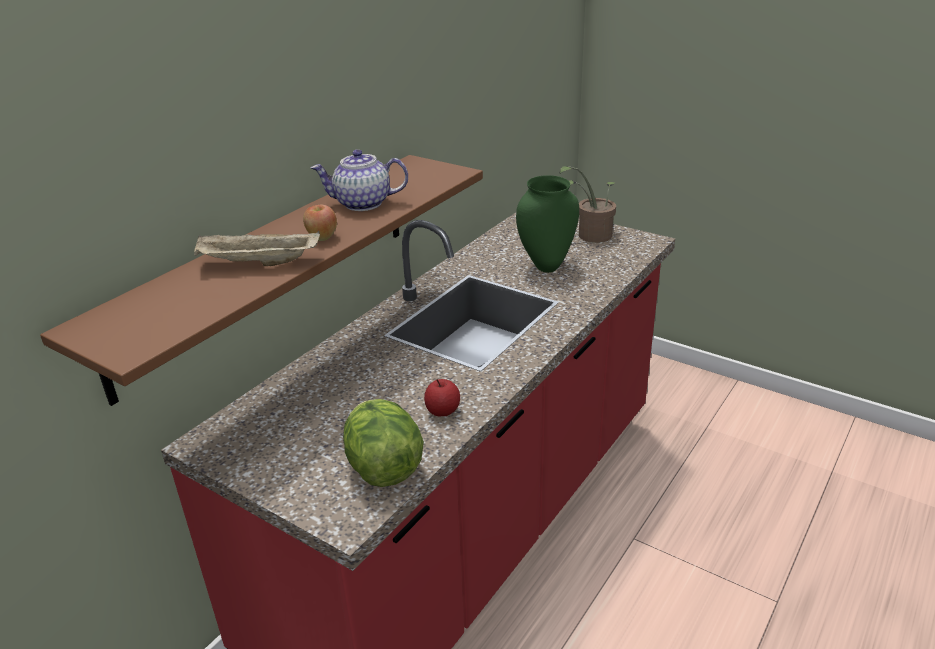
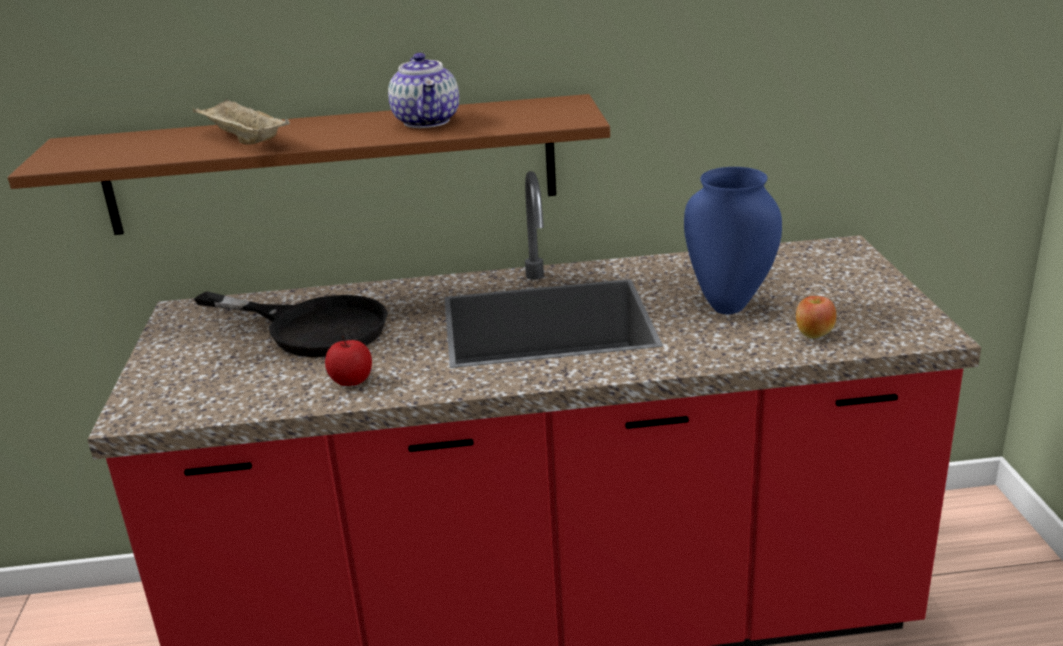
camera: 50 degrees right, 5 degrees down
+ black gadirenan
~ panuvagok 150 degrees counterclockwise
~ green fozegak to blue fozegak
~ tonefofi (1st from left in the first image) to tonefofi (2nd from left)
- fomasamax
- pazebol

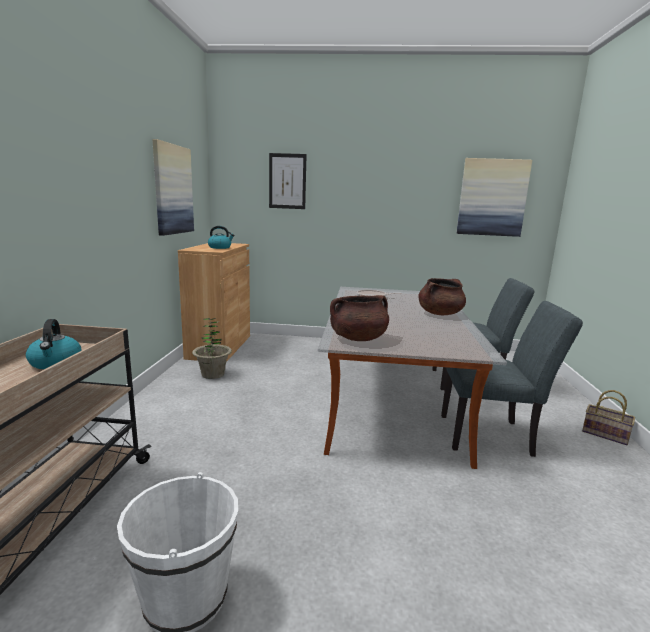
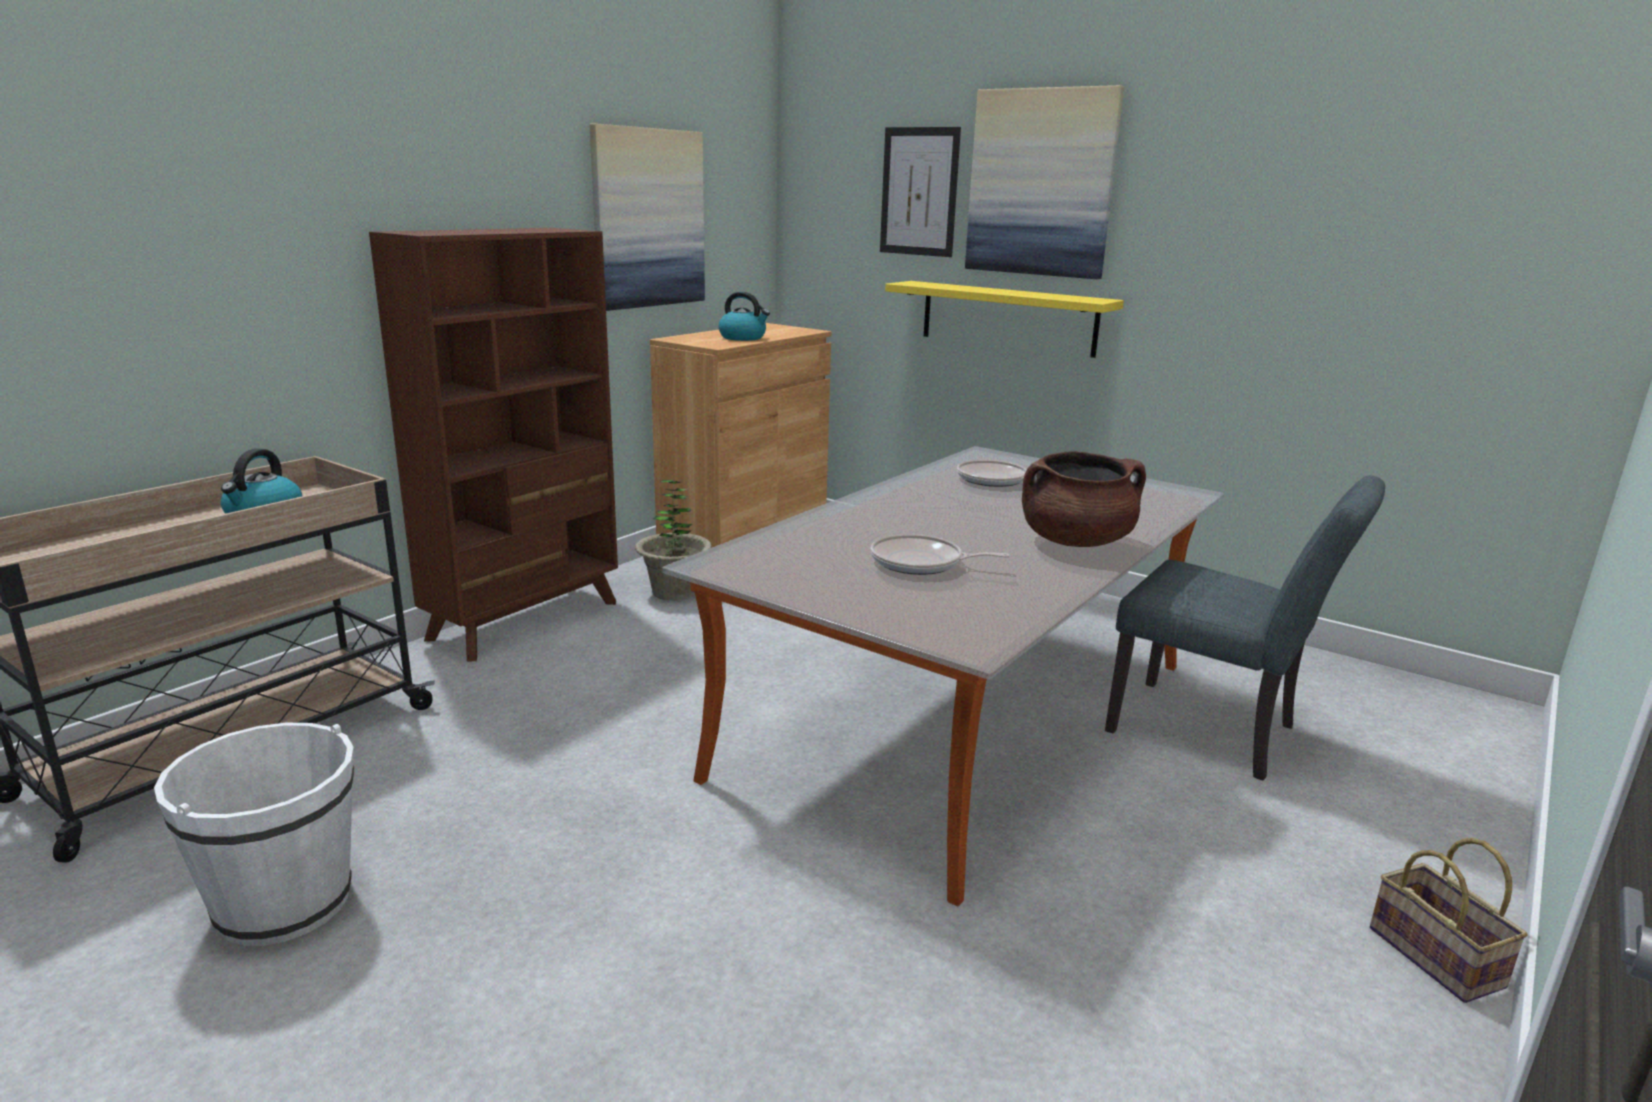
camera: 30 degrees right, 5 degrees up
+ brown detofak
+ gadirenan (1st from left)
+ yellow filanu
~ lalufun (3rd from left)
- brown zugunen (1st from left)
- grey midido (2nd from left)

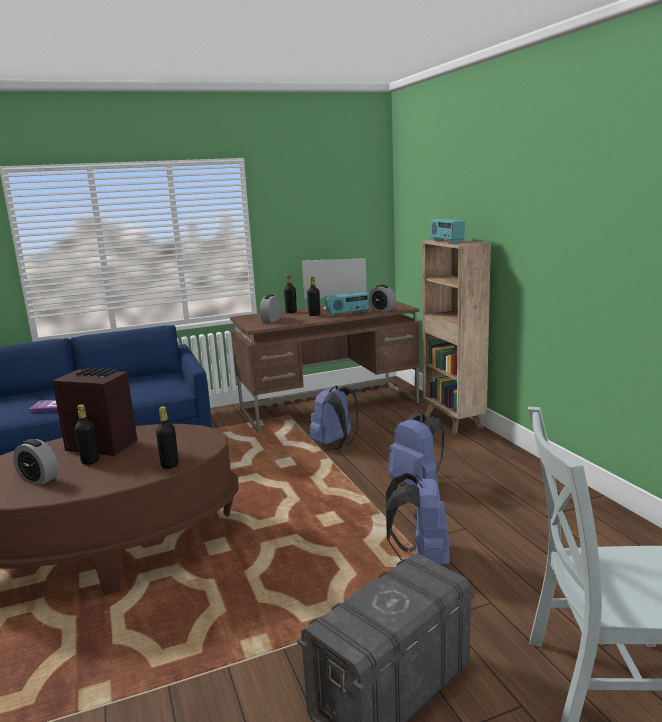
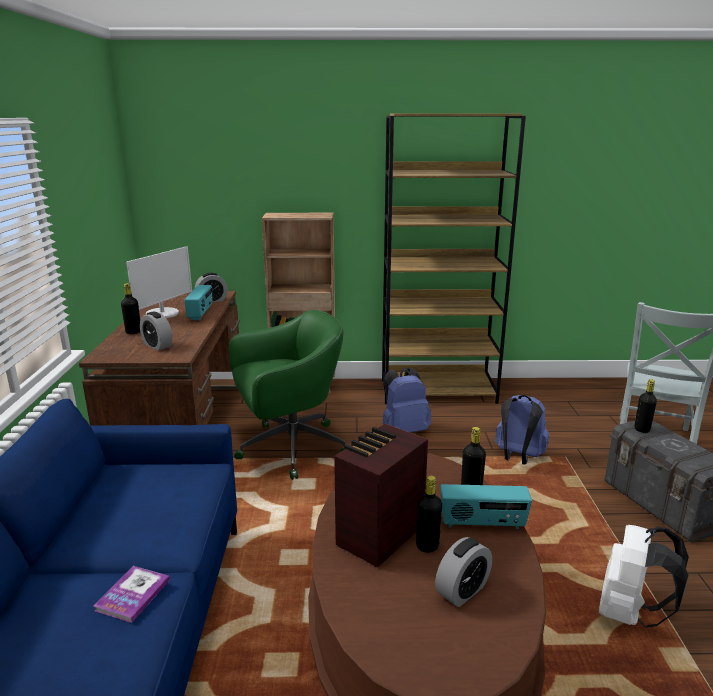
camera: 70 degrees left, 5 degrees up
~ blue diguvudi (1st from left) to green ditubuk
+ brown detofak (2nd from left)
~ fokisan (3rd from left)
+ white diguvudi
~ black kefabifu (4th from left)

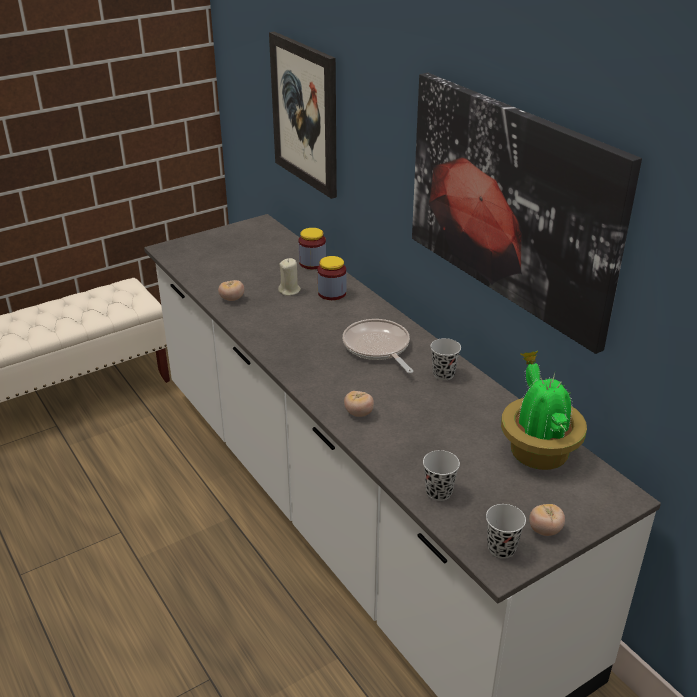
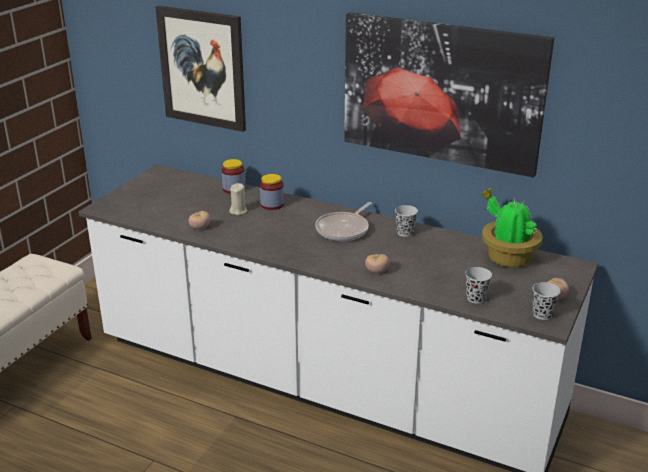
camera: 30 degrees left, 5 degrees down
~ gadirenan 90 degrees counterclockwise

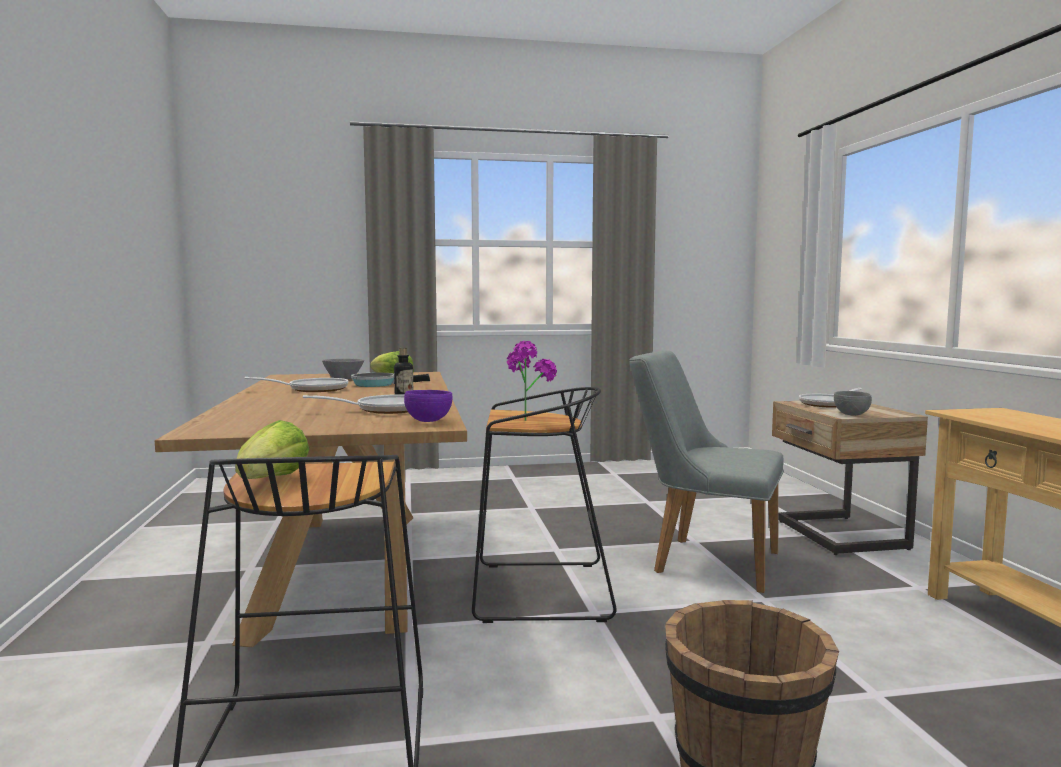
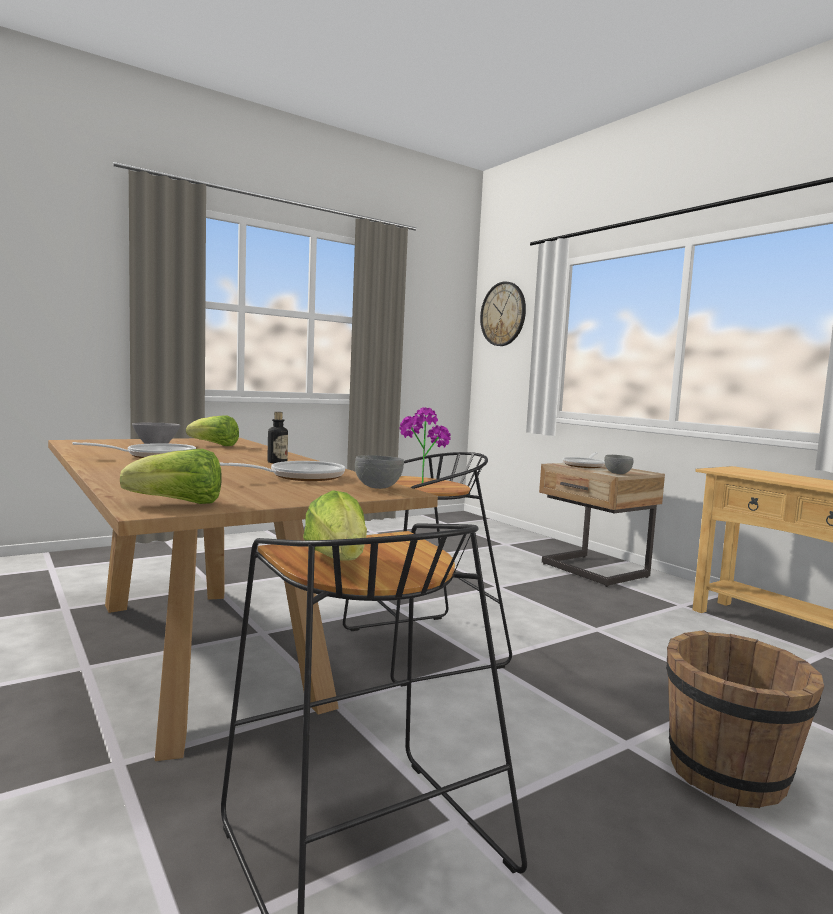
camera: 25 degrees left, 0 degrees up
+ fomasamax (1st from left)
~ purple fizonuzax to grey fizonuzax (2nd from left)
+ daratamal
- gadirenan (3rd from left)
- grey midido

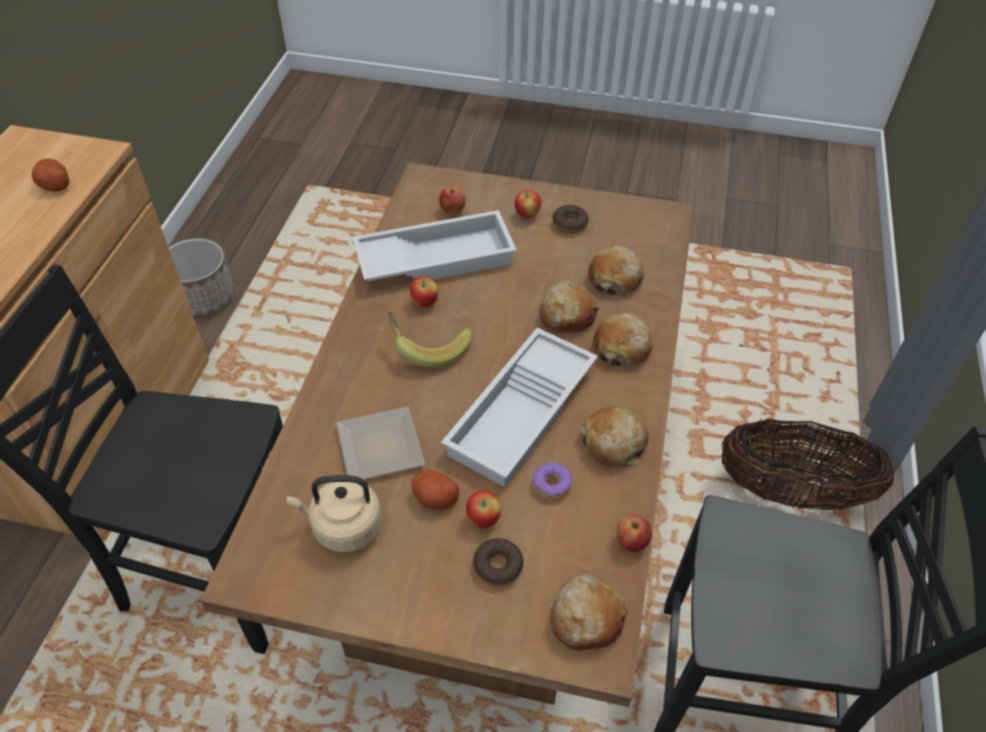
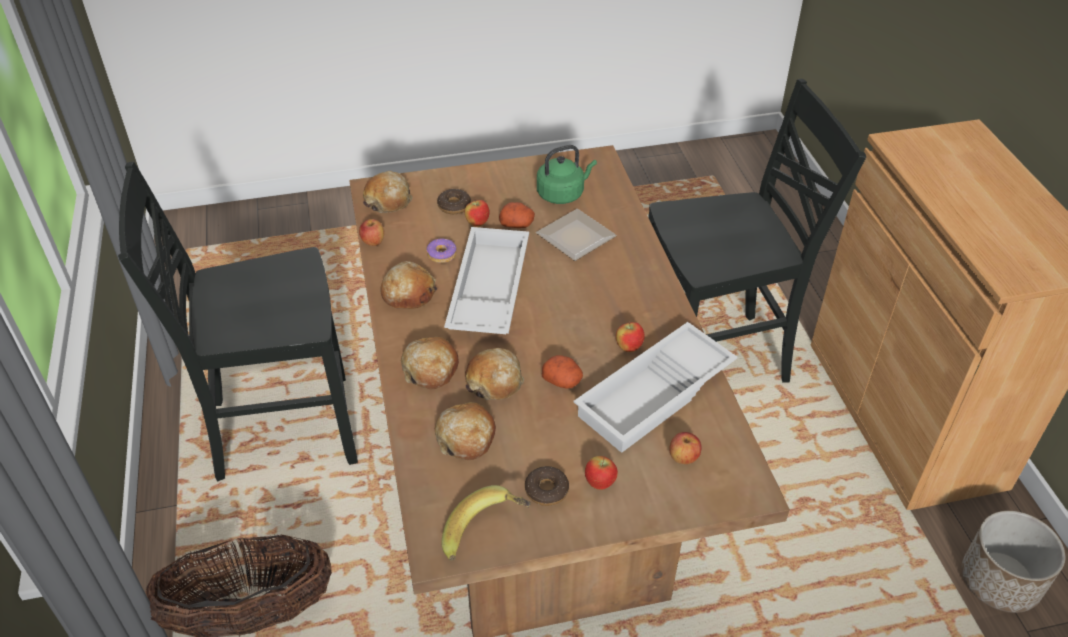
camera: 155 degrees right, 5 degrees down
~ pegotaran
~ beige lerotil to green lerotil
~ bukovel (1st from left in the first image) to bukovel (2nd from left)

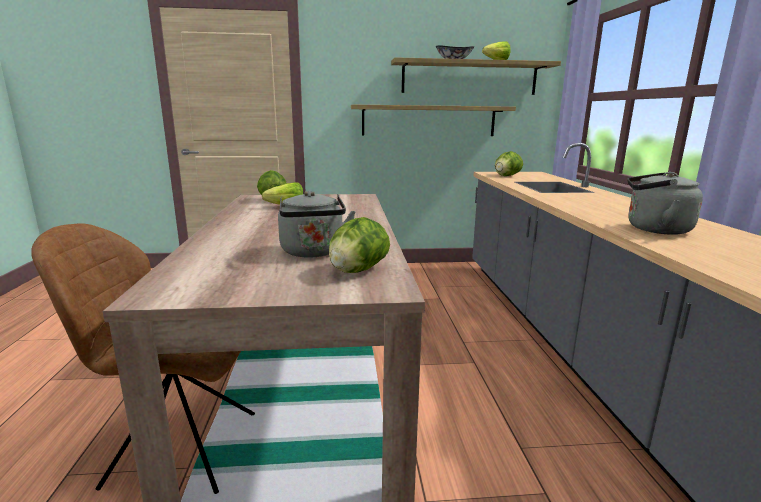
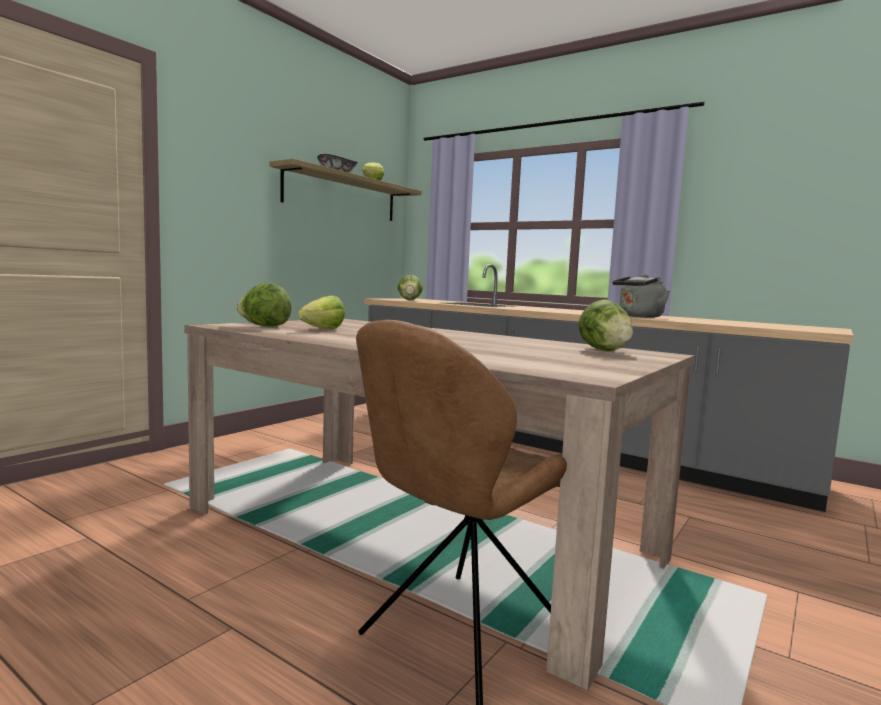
camera: 50 degrees left, 10 degrees down
- grey lerotil (1st from left)
- filanu (1st from left)

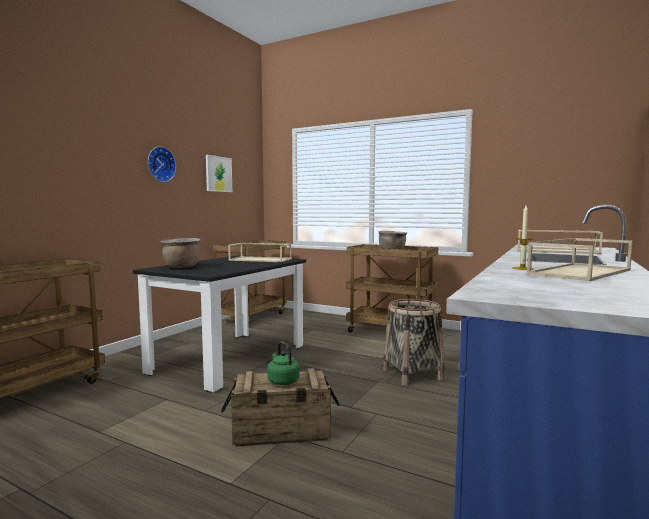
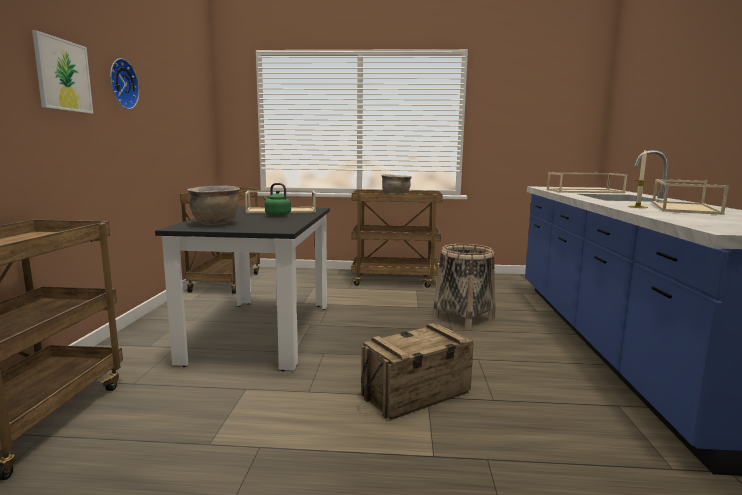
camera: 25 degrees left, 5 degrees up
~ lalufun
~ green lerotil

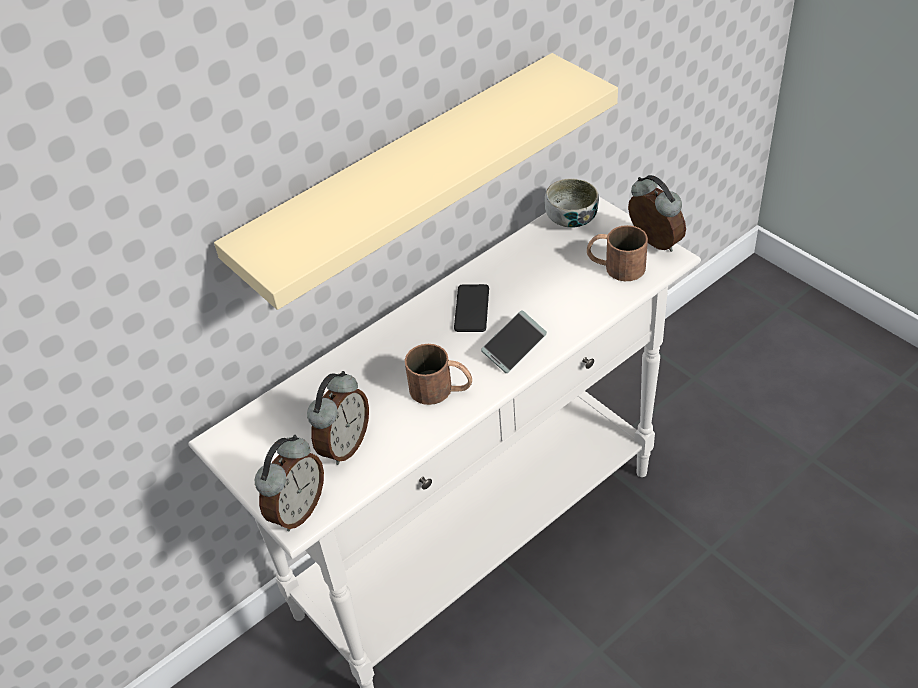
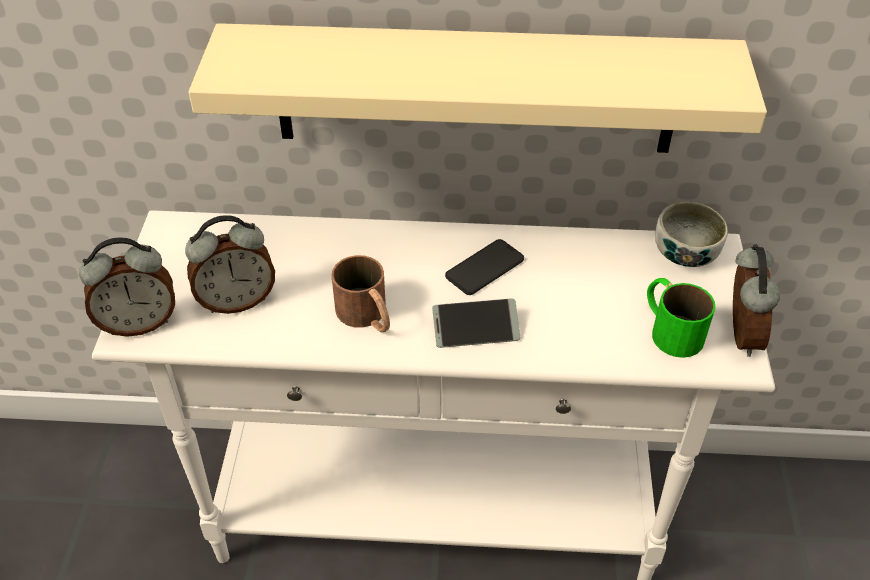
camera: 40 degrees right, 0 degrees up
~ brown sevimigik (2nd from left) to green sevimigik

